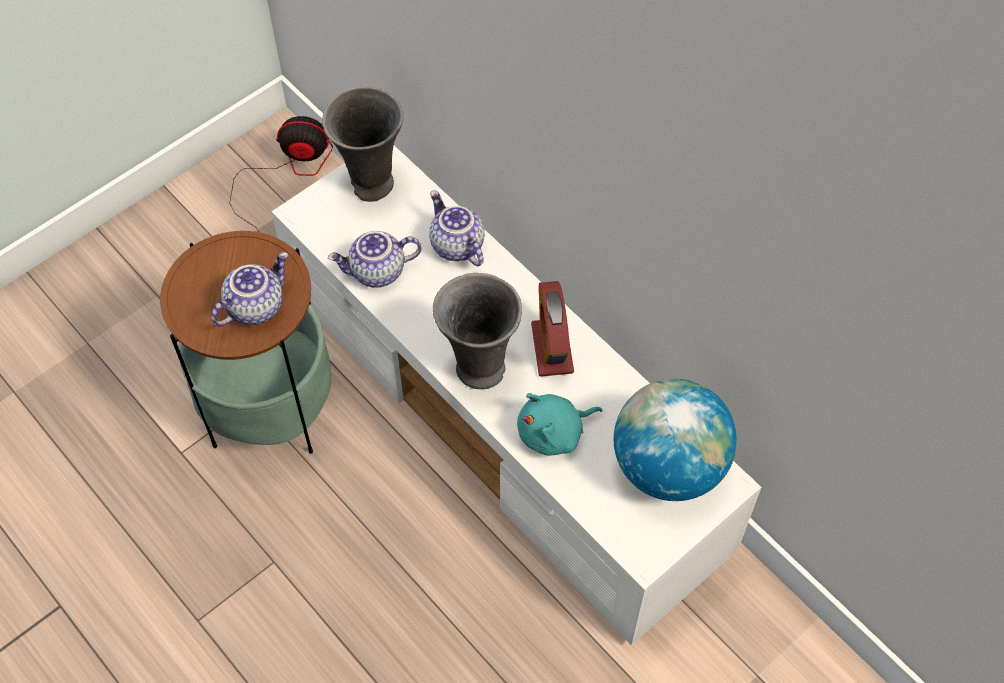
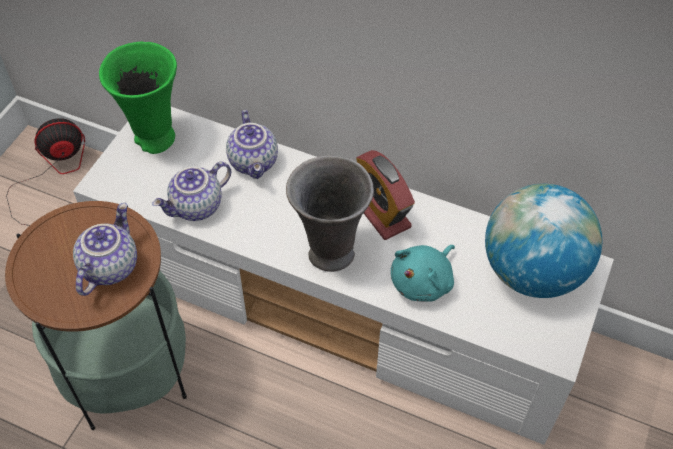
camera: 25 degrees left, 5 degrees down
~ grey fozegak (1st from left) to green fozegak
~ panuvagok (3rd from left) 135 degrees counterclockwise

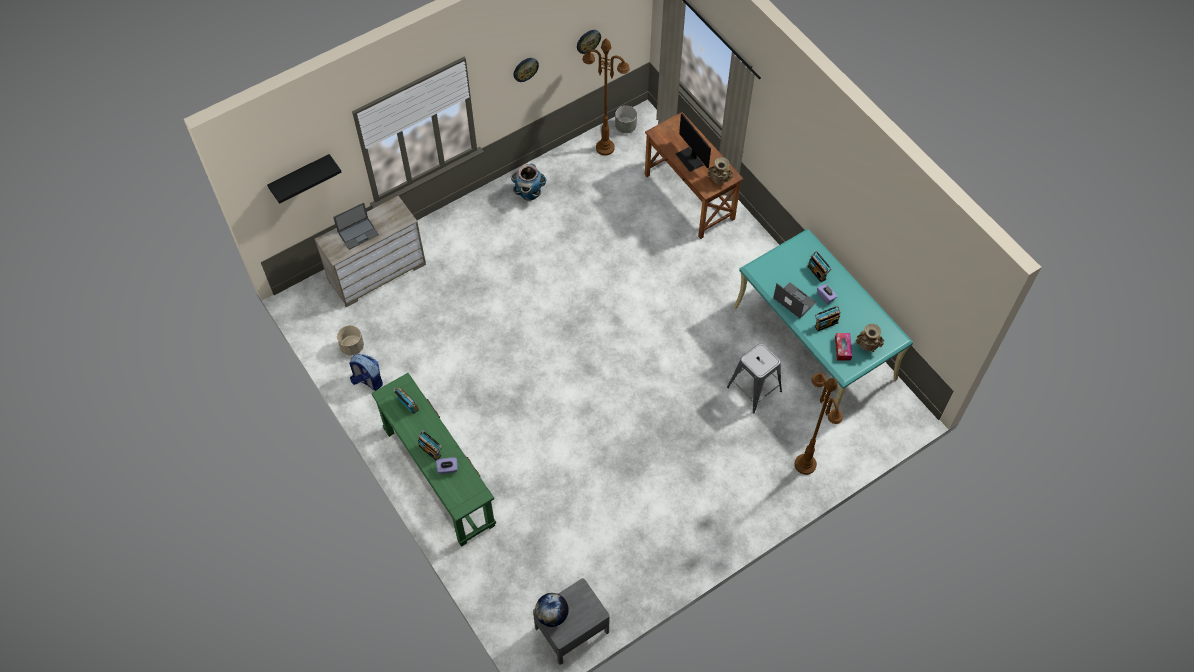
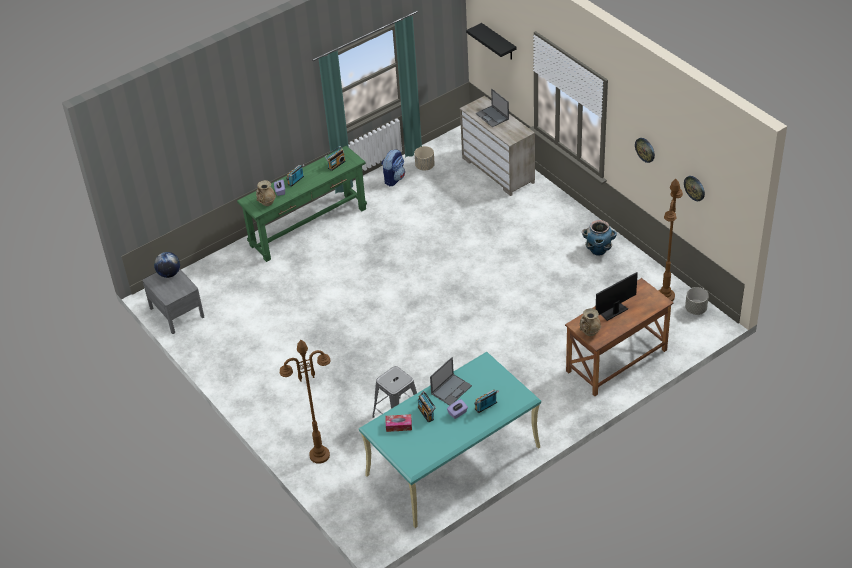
camera: 90 degrees right, 15 degrees down
~ beige fozegak (2nd from left in the first image) to beige fozegak (1st from left)

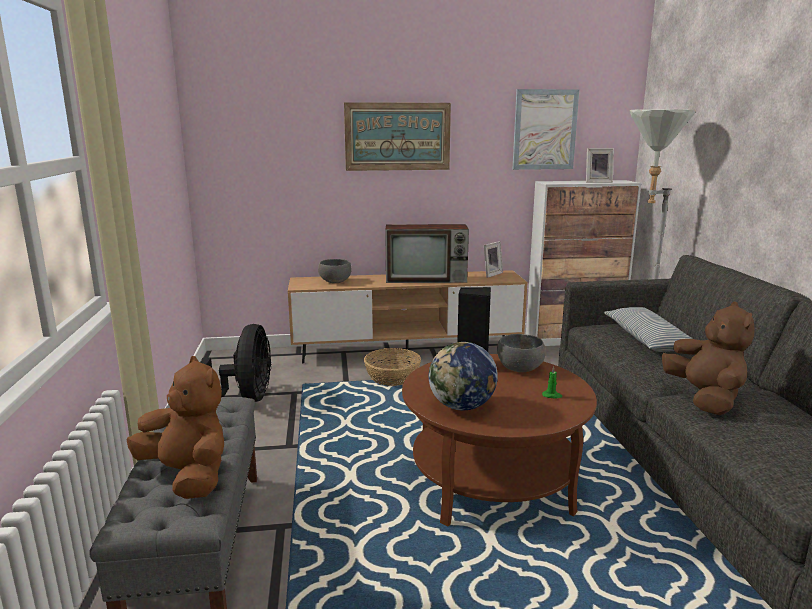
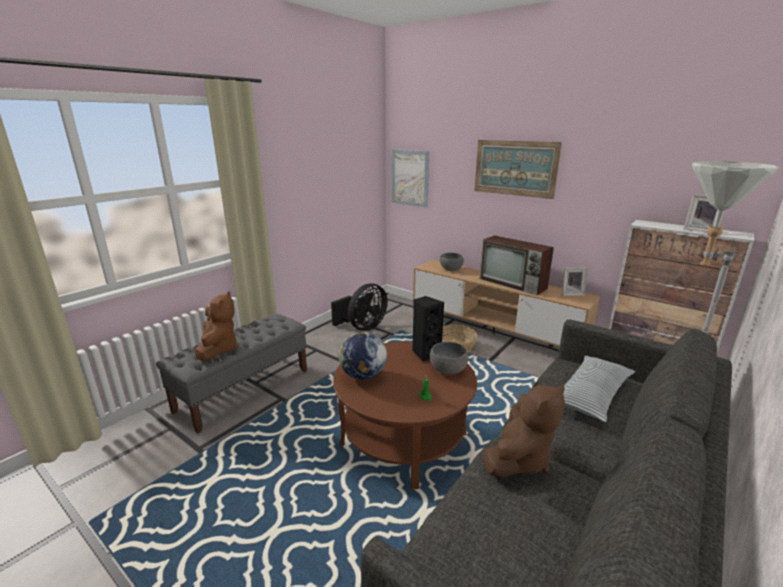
camera: 45 degrees right, 5 degrees up
~ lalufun (2nd from left in the first image) to lalufun (1st from left)

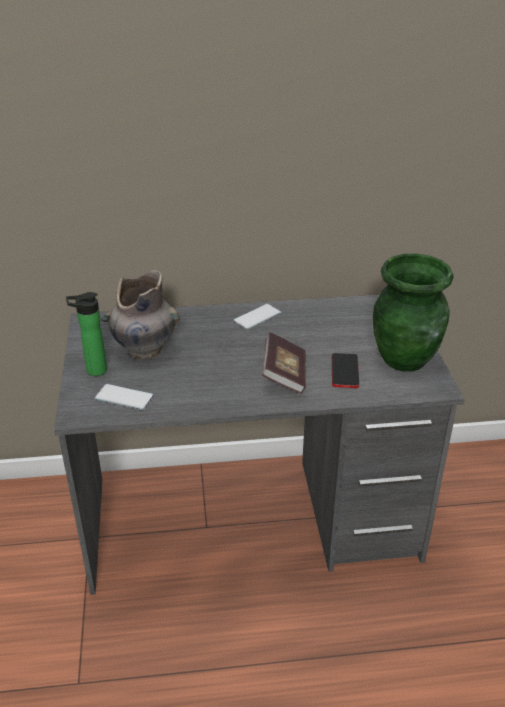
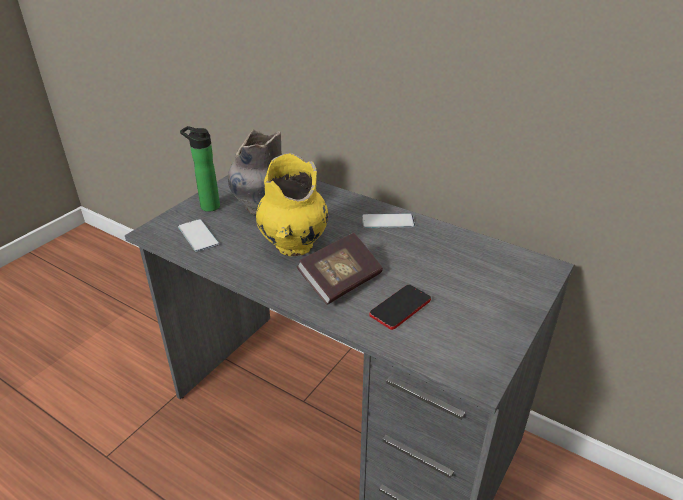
camera: 40 degrees right, 0 degrees up
+ yellow fozegak
- green fozegak

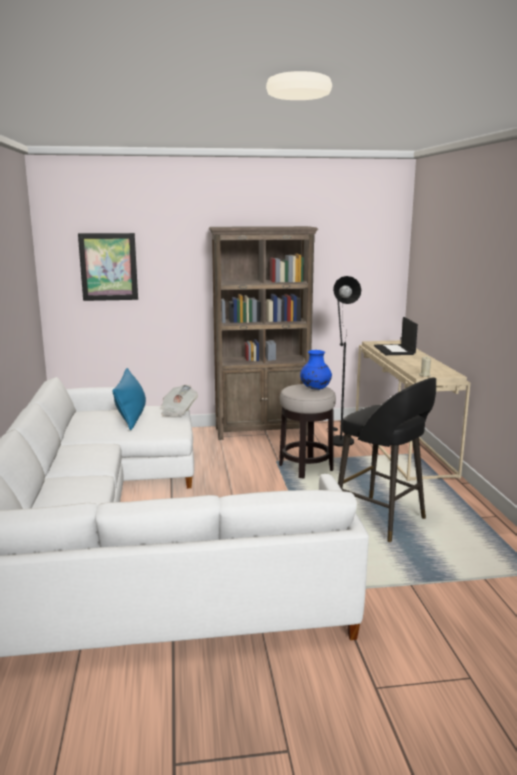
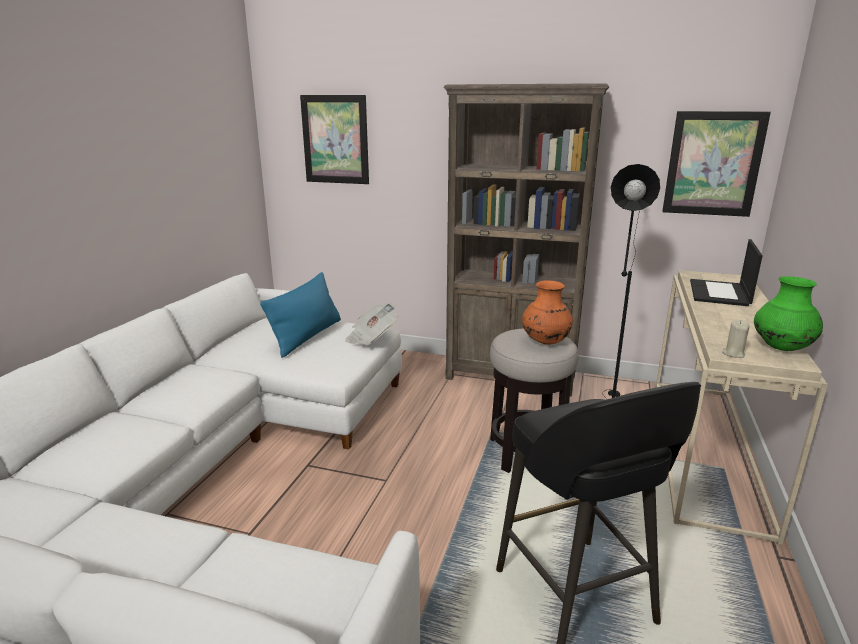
camera: 25 degrees right, 5 degrees up
~ blue fozegak to orange fozegak
+ lalufun (2nd from left)
+ green fozegak

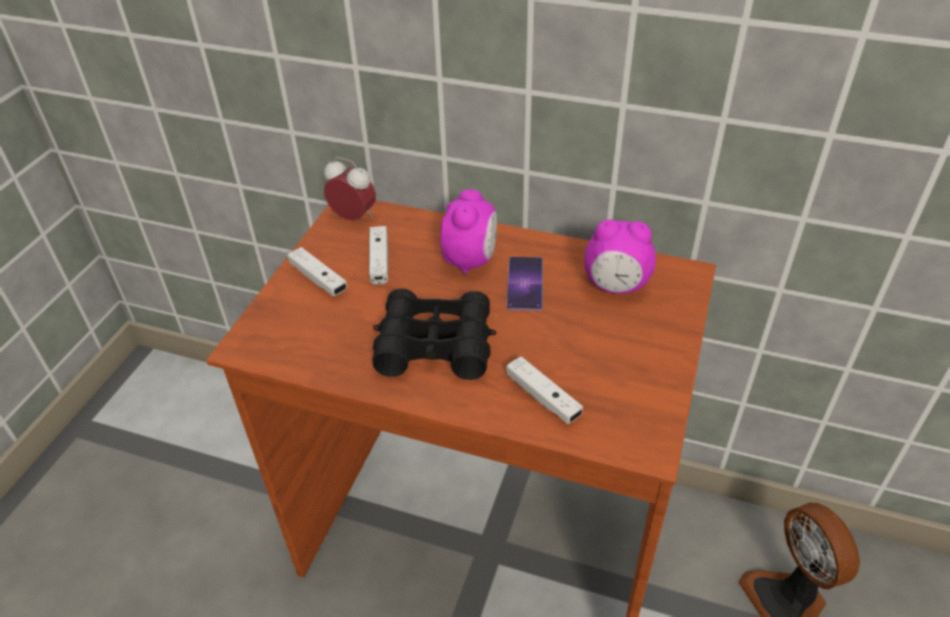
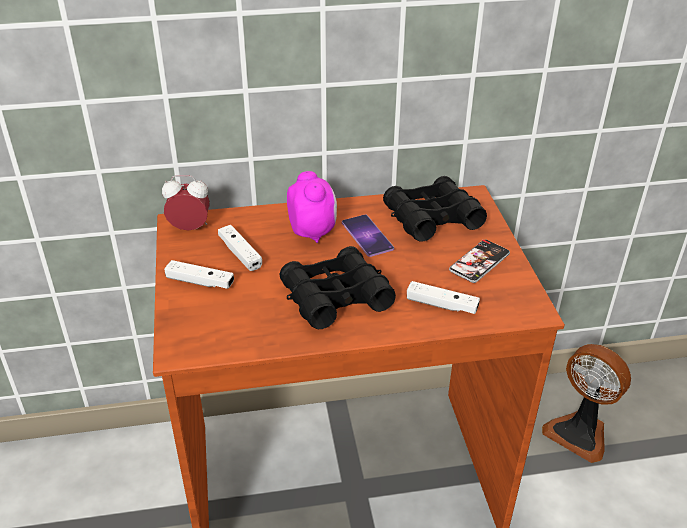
camera: 30 degrees left, 5 degrees down
~ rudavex (3rd from left) to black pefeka (2nd from left)
+ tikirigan (2nd from left)

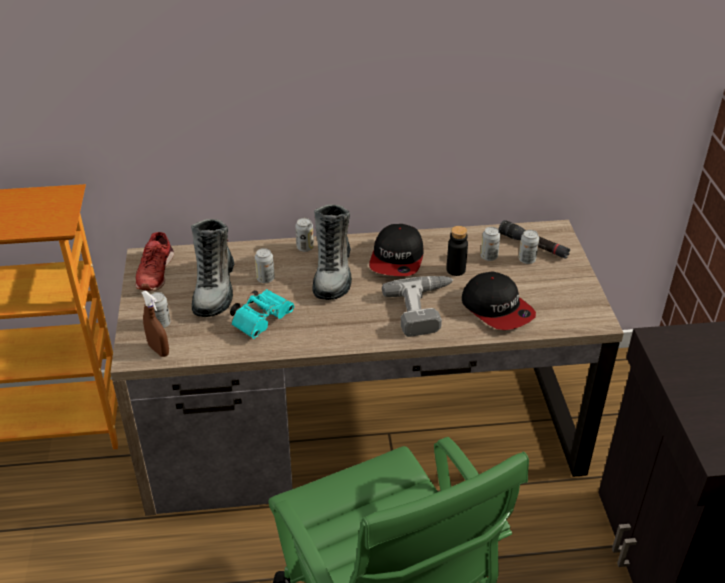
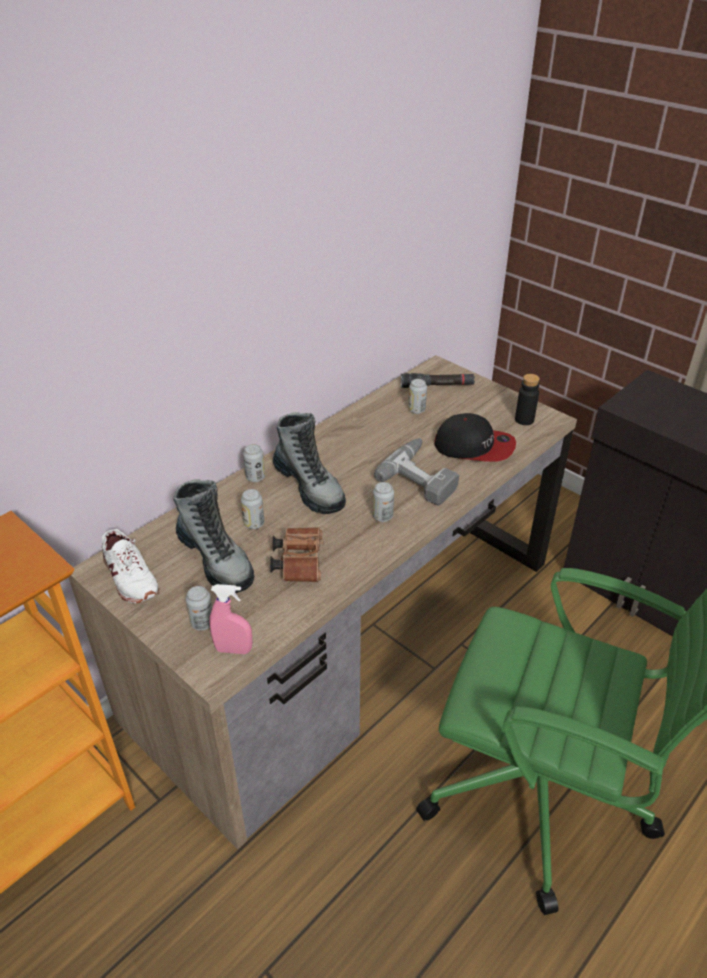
camera: 40 degrees left, 0 degrees up
~ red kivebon to white kivebon
~ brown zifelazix to pink zifelazix
~ turquoise pefeka to brown pefeka
~ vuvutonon (5th from left in the first image) to vuvutonon (4th from left)
~ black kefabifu
- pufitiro (1st from left)

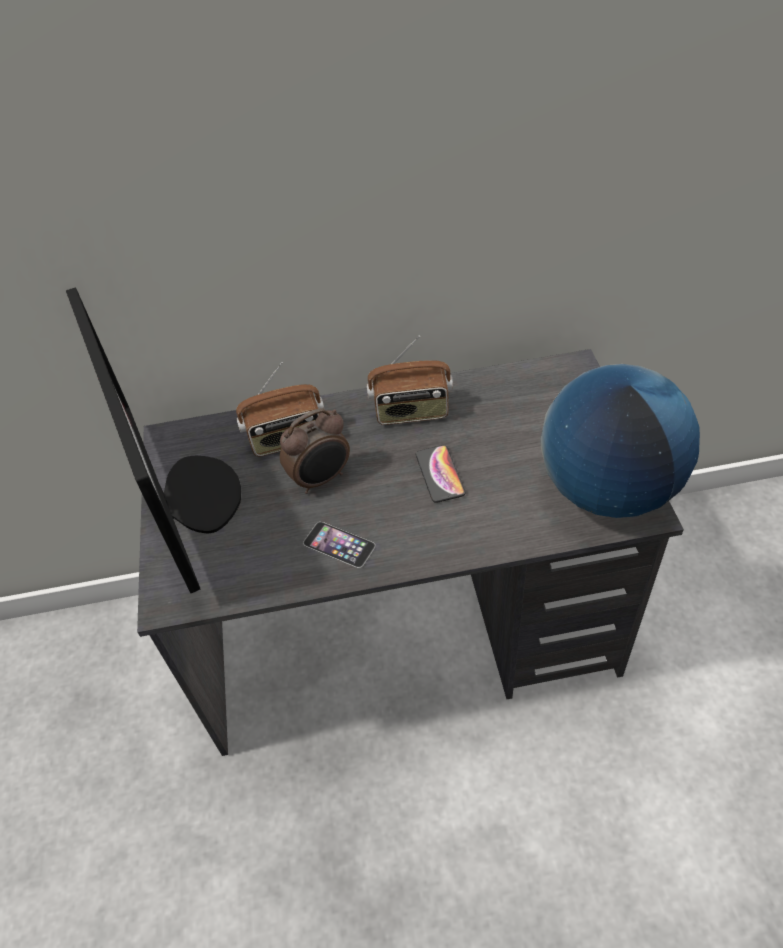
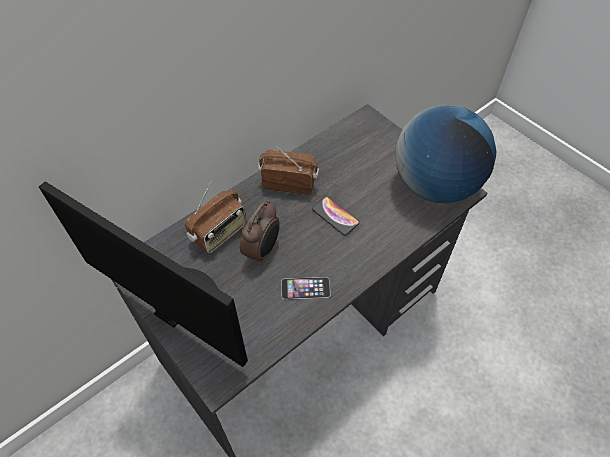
camera: 35 degrees left, 5 degrees up
~ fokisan (2nd from left) 135 degrees counterclockwise

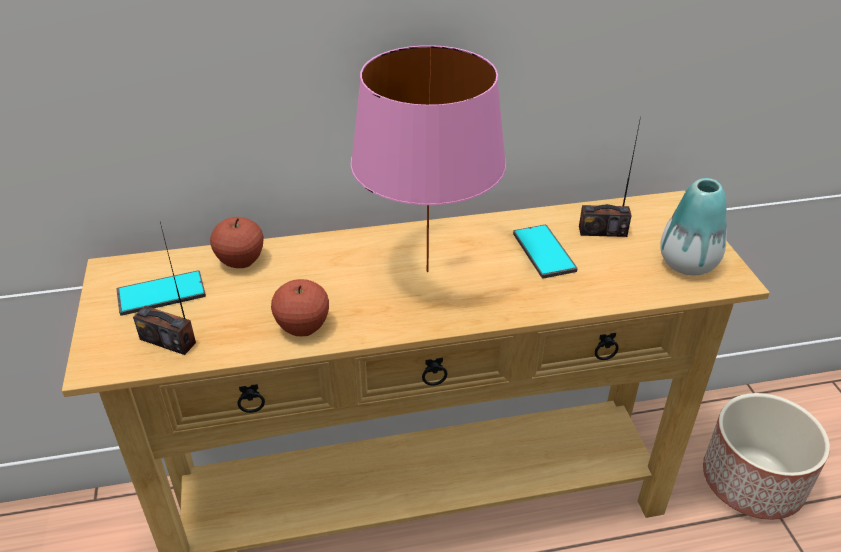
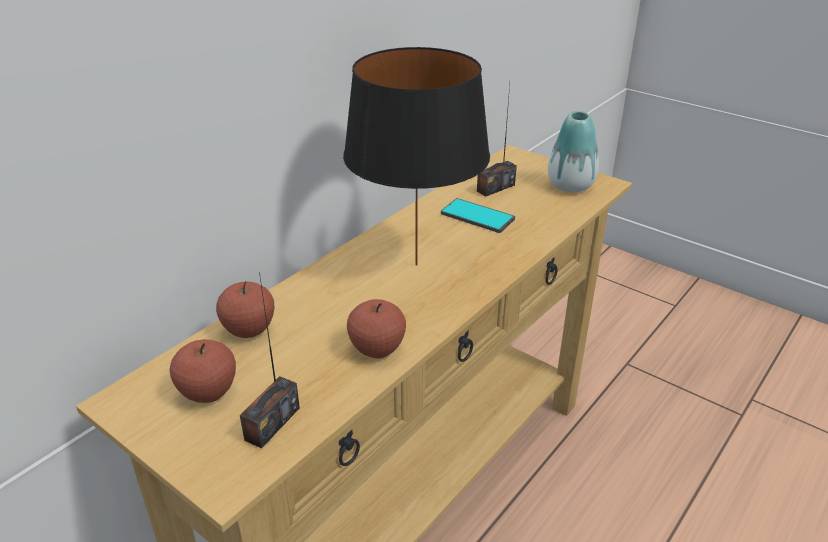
camera: 40 degrees left, 5 degrees down
~ tikirigan (1st from left) to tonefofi (1st from left)
~ fokisan (1st from left) 45 degrees counterclockwise
~ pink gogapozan to black gogapozan
- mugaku

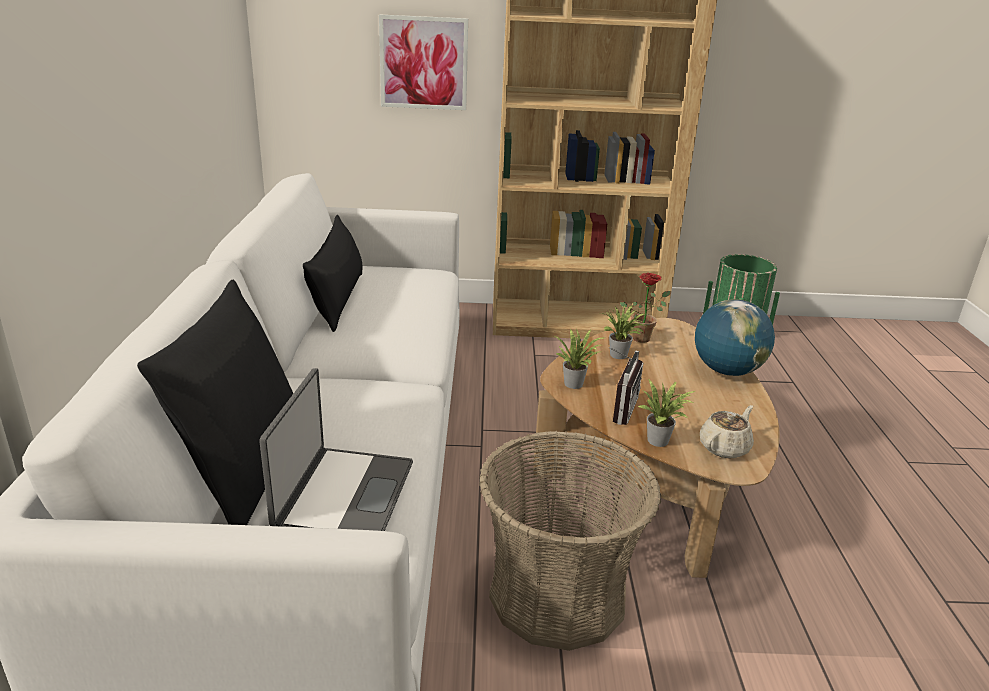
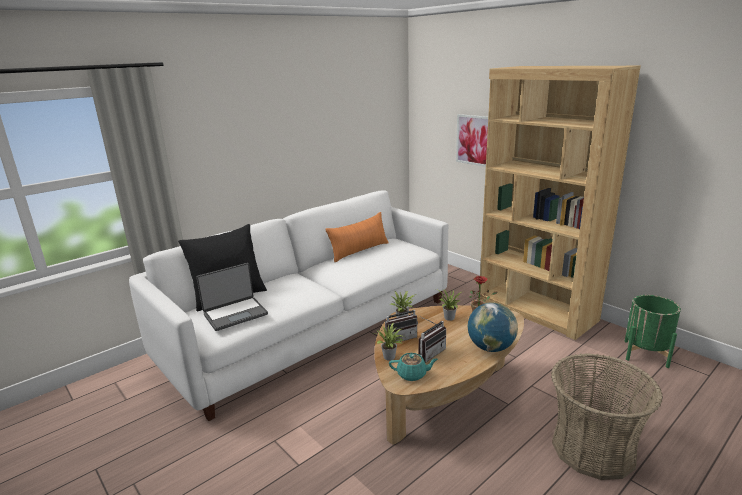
camera: 50 degrees right, 5 degrees down
~ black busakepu (2nd from left) to orange busakepu
~ beige panuvagok to turquoise panuvagok
+ fokisan (2nd from left)
~ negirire

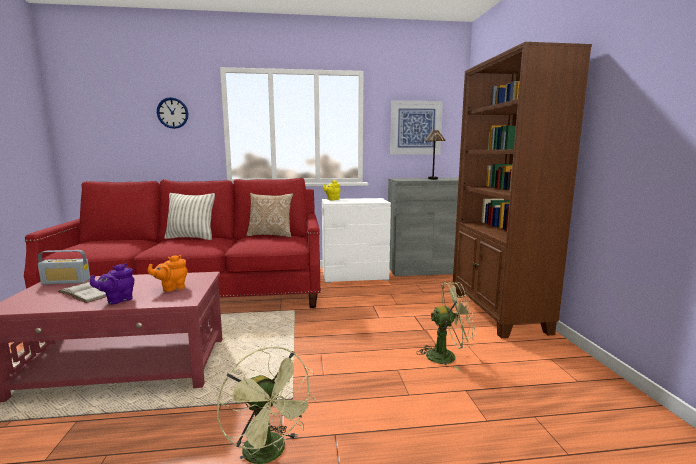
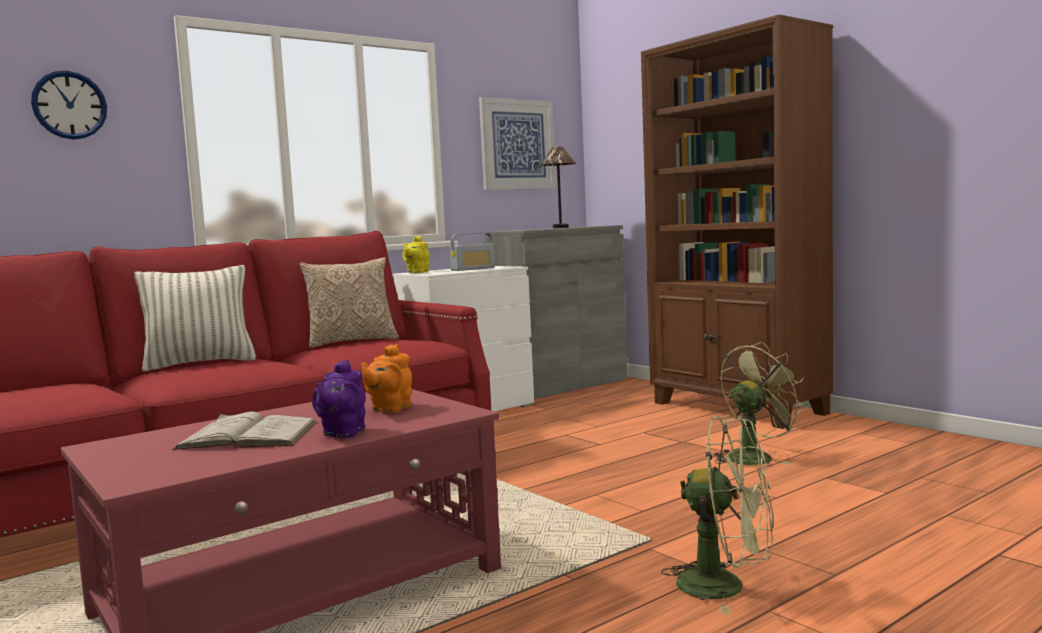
camera: 30 degrees left, 5 degrees down
~ fokisan

